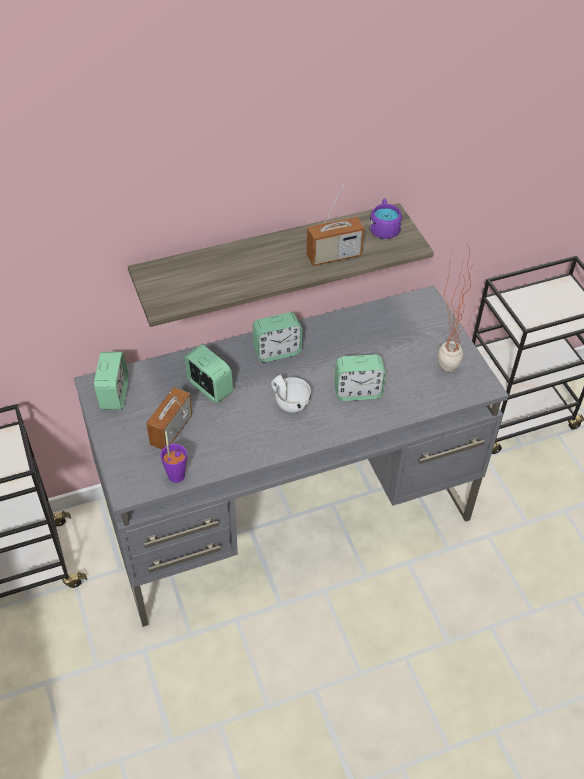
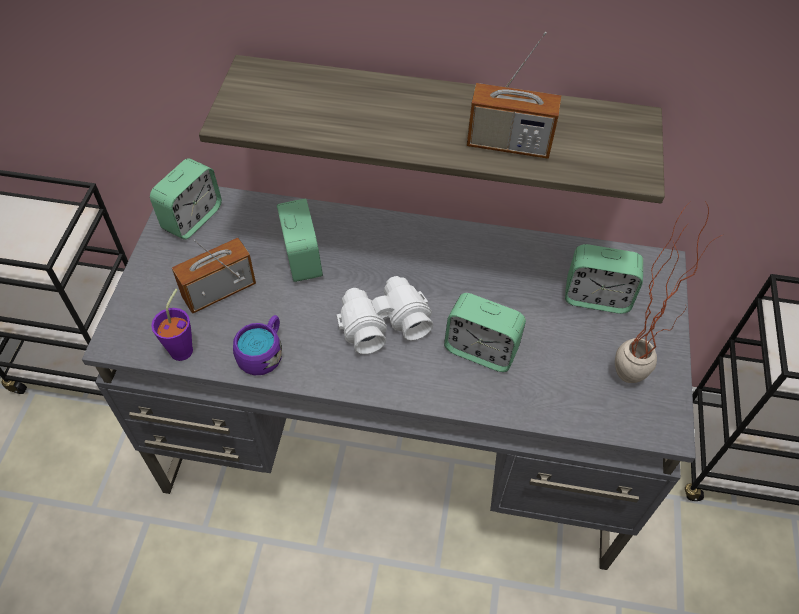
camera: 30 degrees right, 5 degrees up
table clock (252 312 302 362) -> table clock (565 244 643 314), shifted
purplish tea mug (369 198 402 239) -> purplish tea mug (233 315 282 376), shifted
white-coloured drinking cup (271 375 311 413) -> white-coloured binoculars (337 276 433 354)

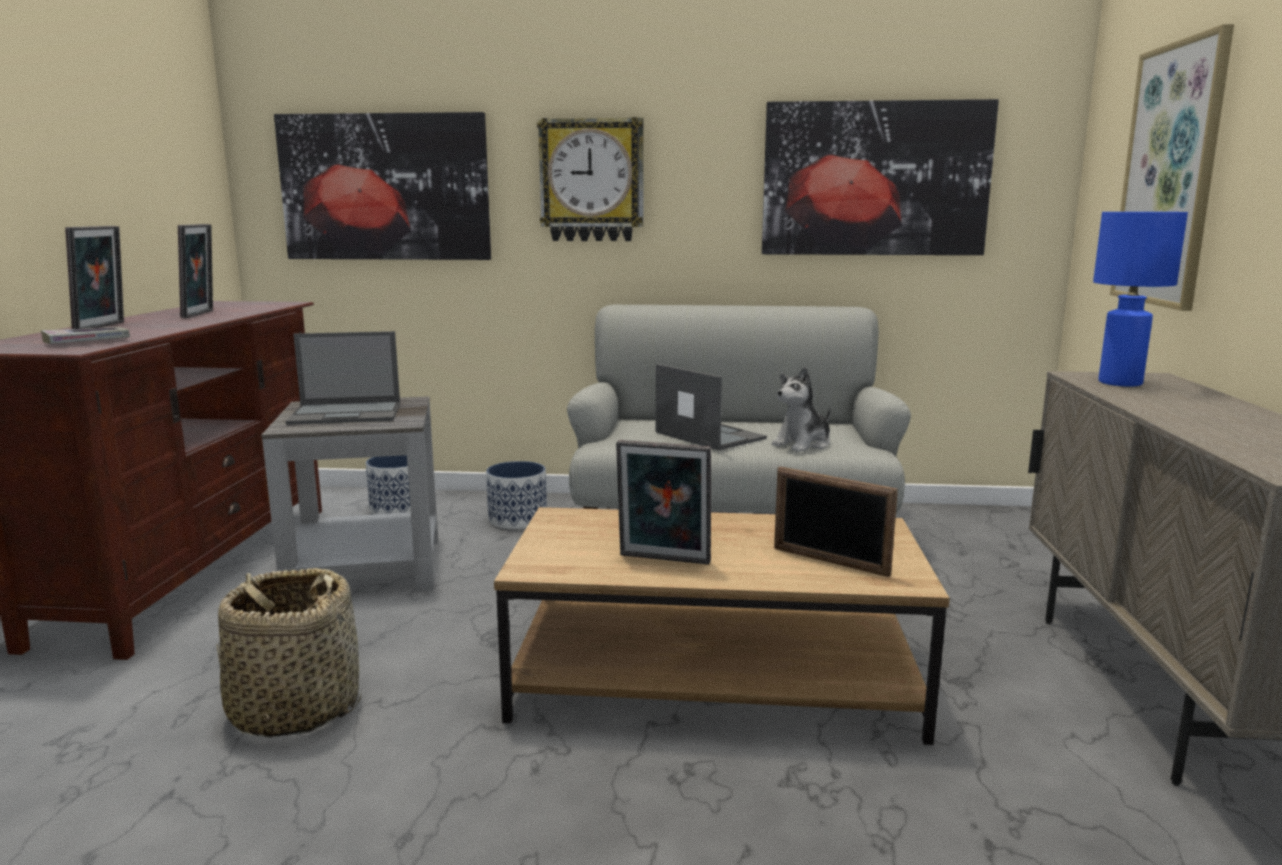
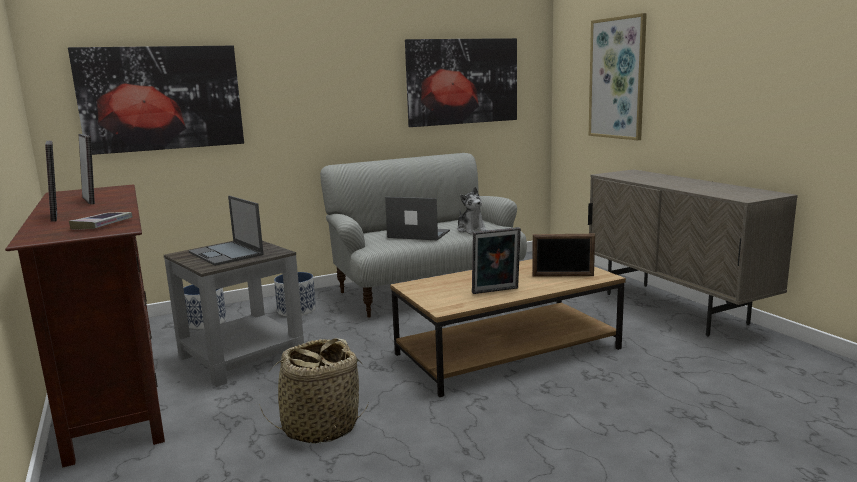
camera: 30 degrees left, 0 degrees up
clock on the wall (537 117 643 241) -> none
blue table lamp (1093 212 1188 387) -> none
notebook computer (286 331 400 425) -> notebook computer (189 196 264 266), 90 degrees clockwise
soft toy (772 367 831 452) -> soft toy (457 187 487 234), 45 degrees counterclockwise

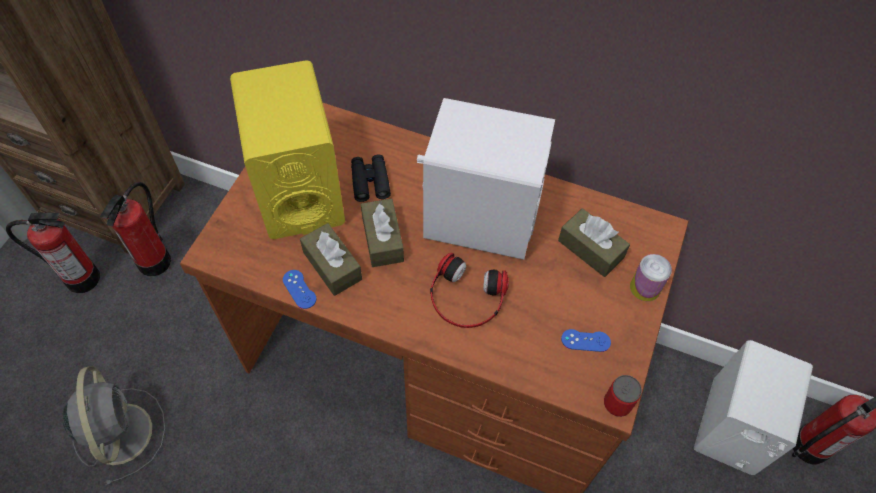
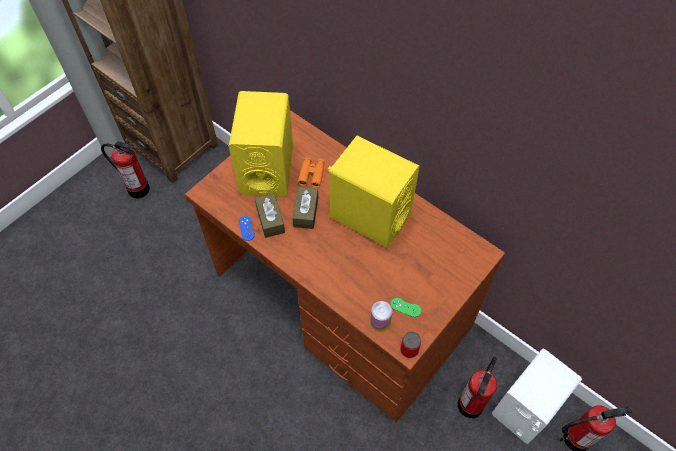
camera: 20 degrees right, 0 degrees up
greyish cooling fan (63 366 165 485) -> none
pair of headphones (430 253 509 328) -> none
brown tissue box (558 208 630 277) -> none
extinguisher (100 182 171 276) -> extinguisher (457 357 497 418), shifted
metal can (630 254 672 301) -> metal can (370 301 393 332), shifted
blackish binoculars (351 154 391 202) -> orange binoculars (298 157 325 188)
white-coloured speaker (417 98 555 260) -> yellow-coloured speaker (328 136 420 248)
blue game controller (561 329 611 352) -> greenish game controller (391 298 421 317)

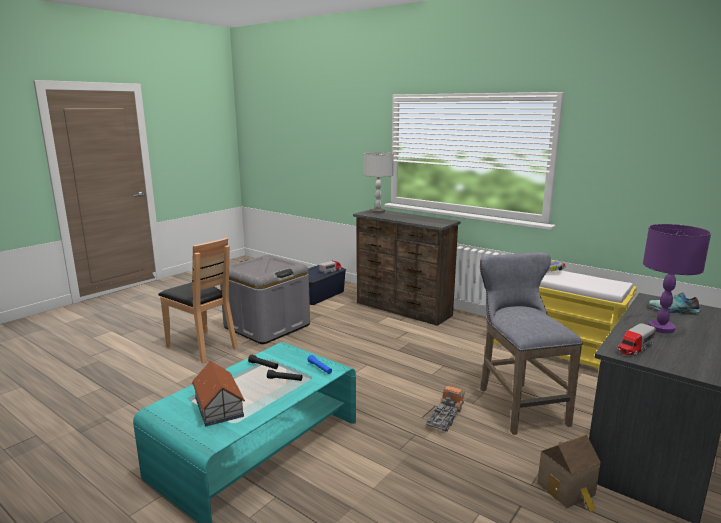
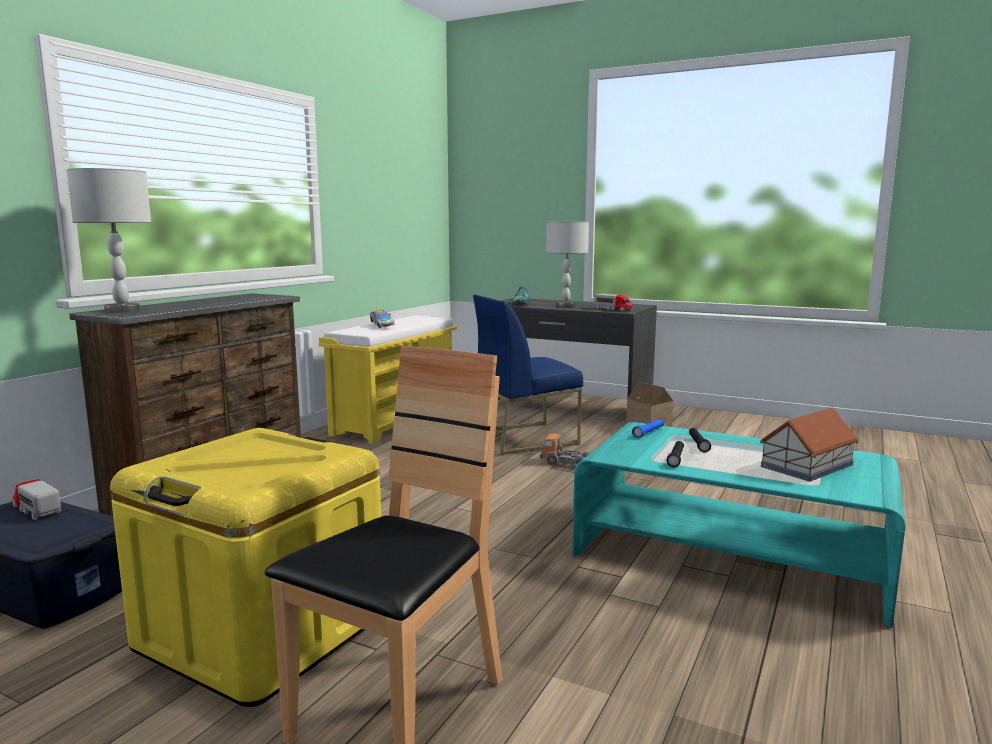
camera: 100 degrees left, 5 degrees down
greyish sitting stool (480 252 583 435) -> blue plain chair (473 295 583 455)
greyish storage box (220 255 310 344) -> yellow-coloured storage box (110 428 381 707)
purplish table lamp (643 224 711 334) -> greyish table lamp (546 222 589 307)

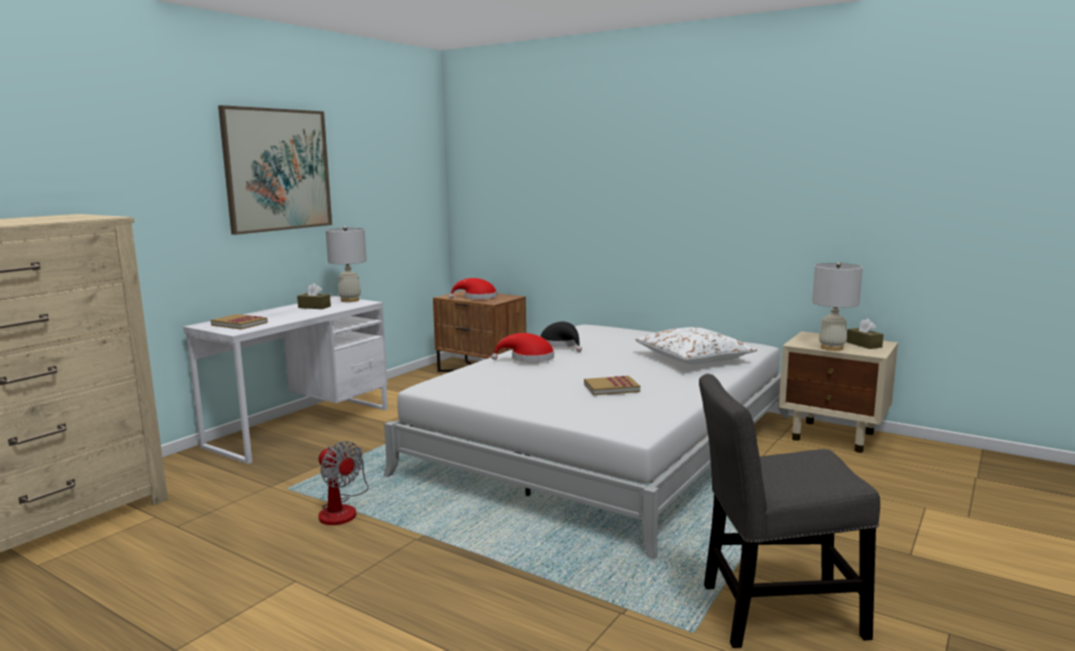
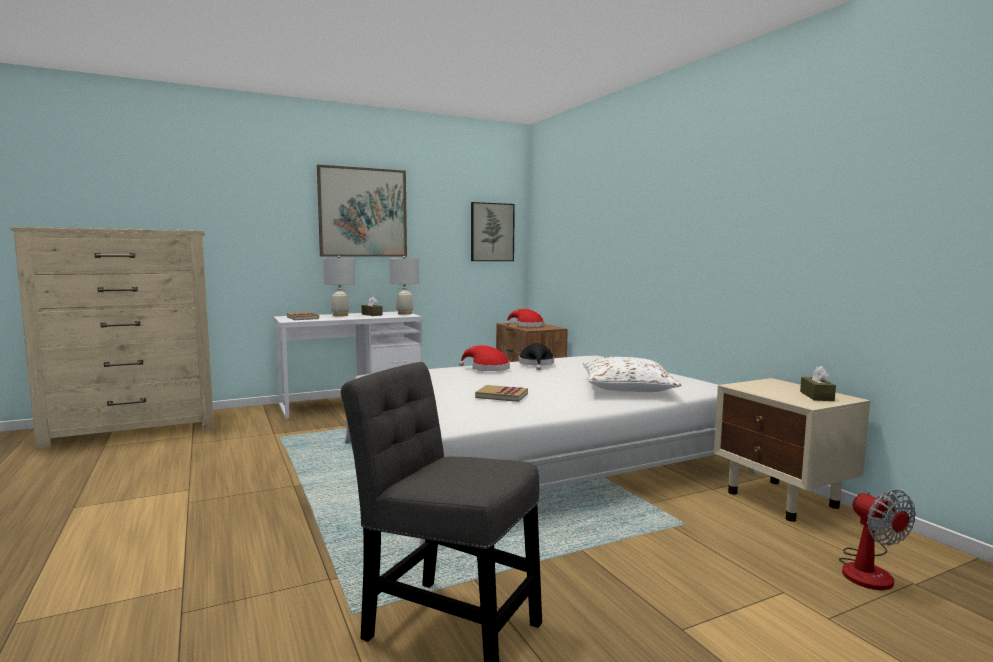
camera: 30 degrees right, 5 degrees down
none -> wall picture (471 202 515 261)
cooling fan (318 441 369 525) -> cooling fan (839 489 916 590), shifted
white-coloured table lamp (812 262 863 351) -> white-coloured table lamp (323 256 355 316), shifted

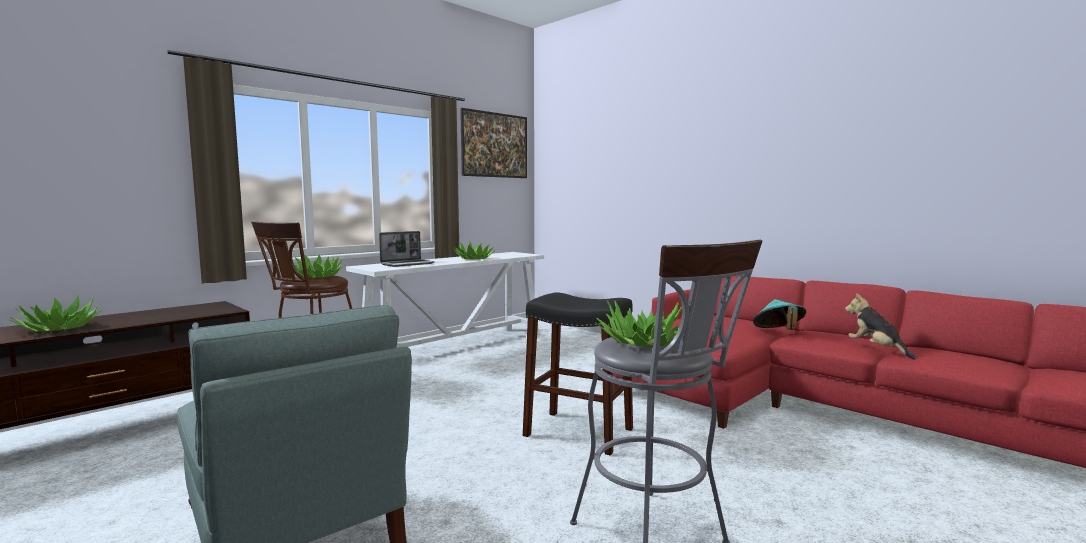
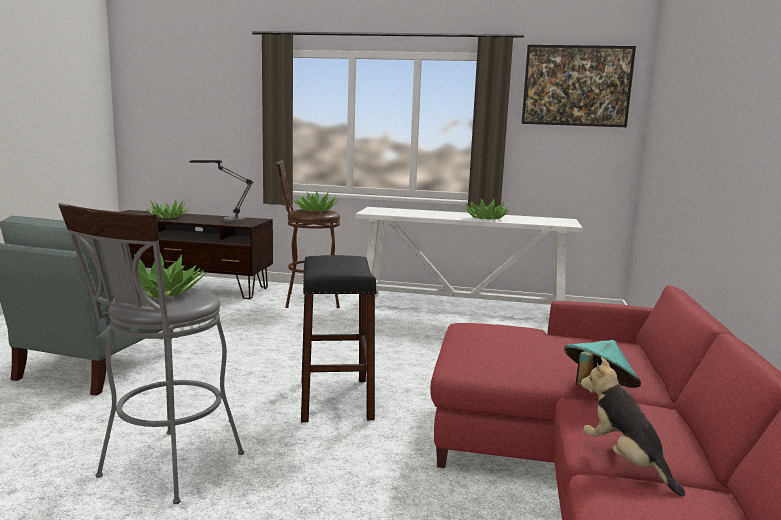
camera: 55 degrees right, 5 degrees up
notebook computer (379 231 435 267) -> none
none -> table lamp (189 160 253 222)
soft toy (845 294 916 359) -> soft toy (581 357 685 496), 60 degrees counterclockwise

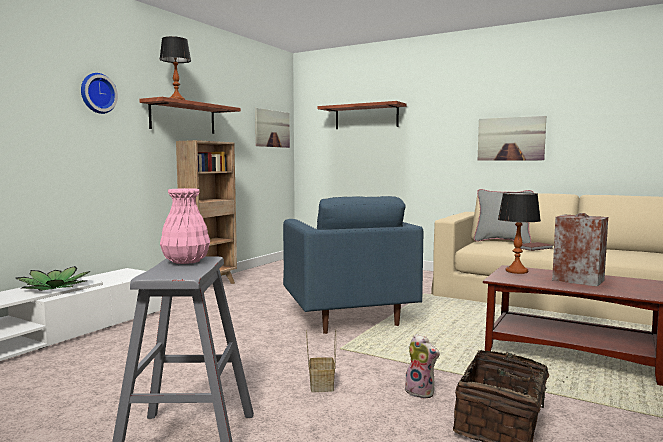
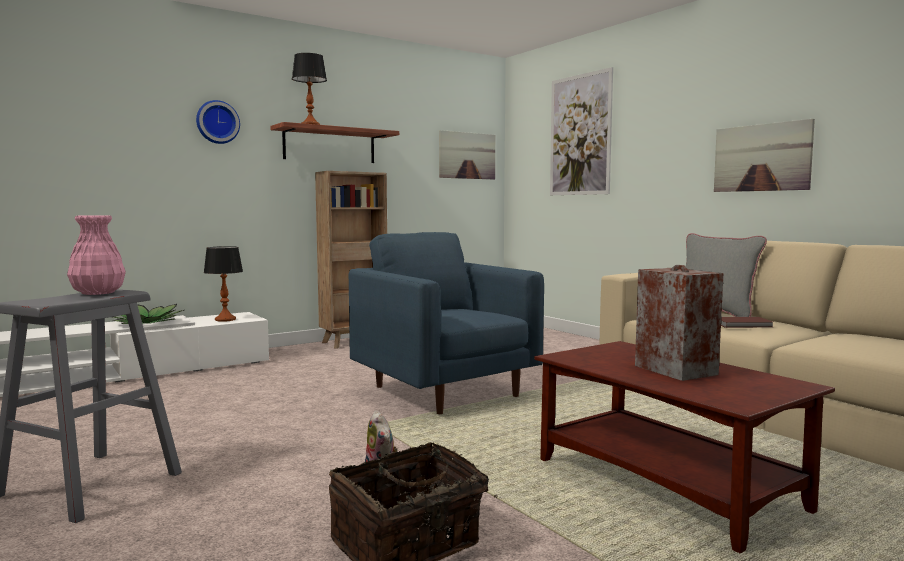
camera: 25 degrees right, 0 degrees up
basket (306 329 336 392) -> none
table lamp (498 192 541 274) -> table lamp (204 246 243 322), shifted
wall shelf (317 101 407 129) -> wall picture (550 67 613 195)
blue easy chair (283 196 423 334) -> blue easy chair (349 232 544 414), 135 degrees clockwise

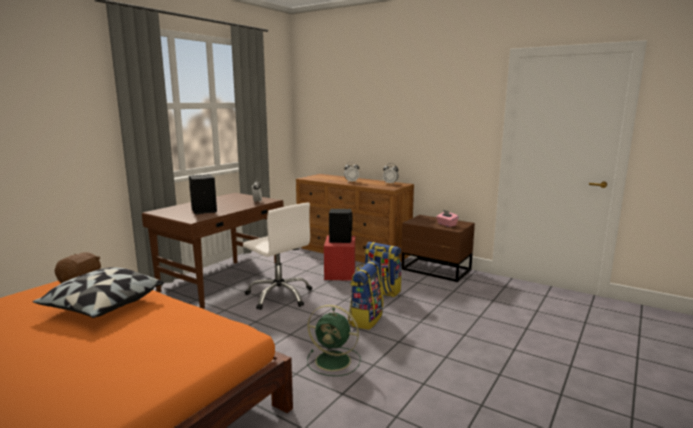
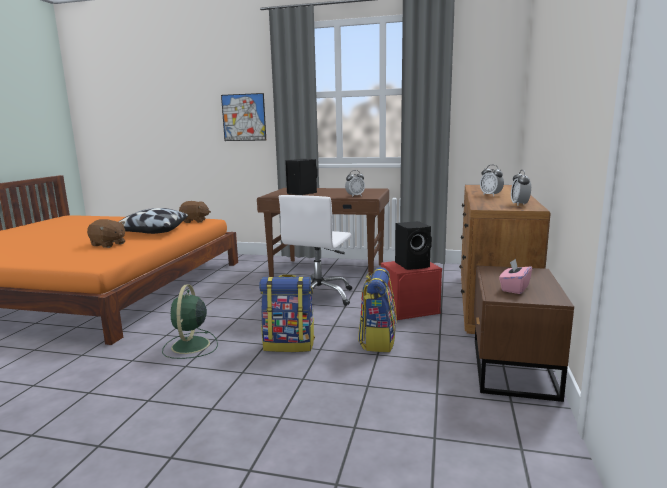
camera: 70 degrees right, 0 degrees up
none -> brown soft toy (87 219 125 248)
none -> wall picture (221 93 266 141)

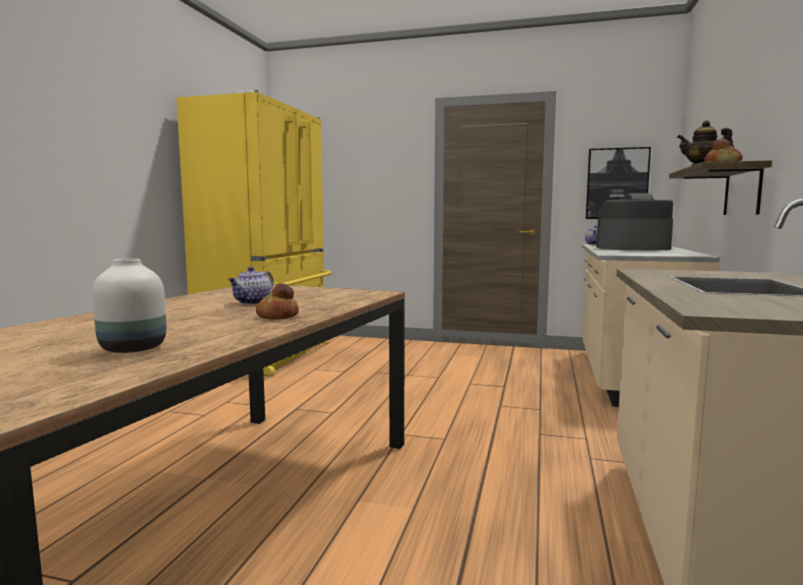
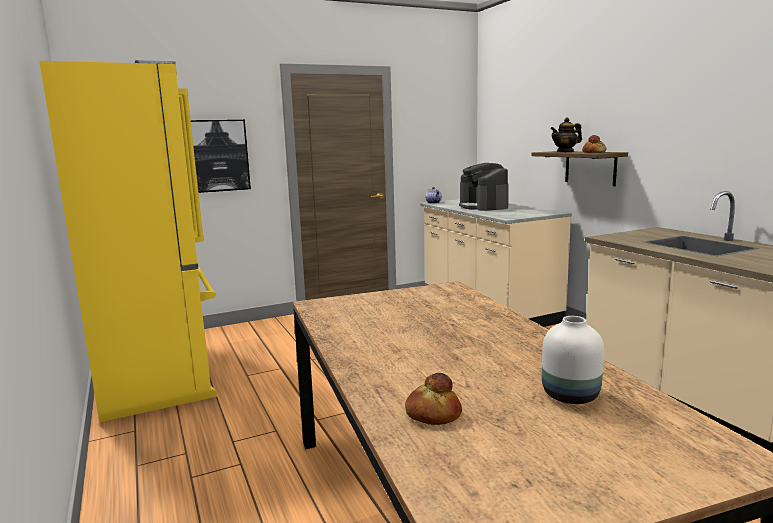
camera: 40 degrees left, 5 degrees up
pot for tea (228 267 274 304) -> none
bakery bread (256 283 299 320) -> bakery bread (405 373 462 425), shifted
wall picture (586 147 651 219) -> wall picture (191 120 251 193), shifted
coffee machine (596 193 673 250) -> coffee machine (459 163 509 211), 75 degrees counterclockwise

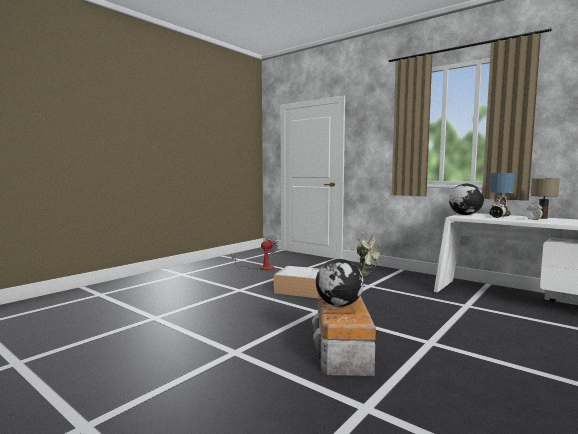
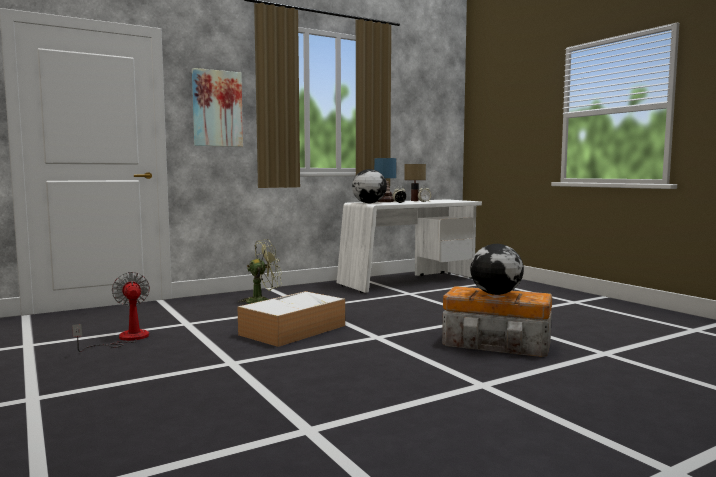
camera: 70 degrees left, 0 degrees up
none -> wall picture (192 68 243 147)

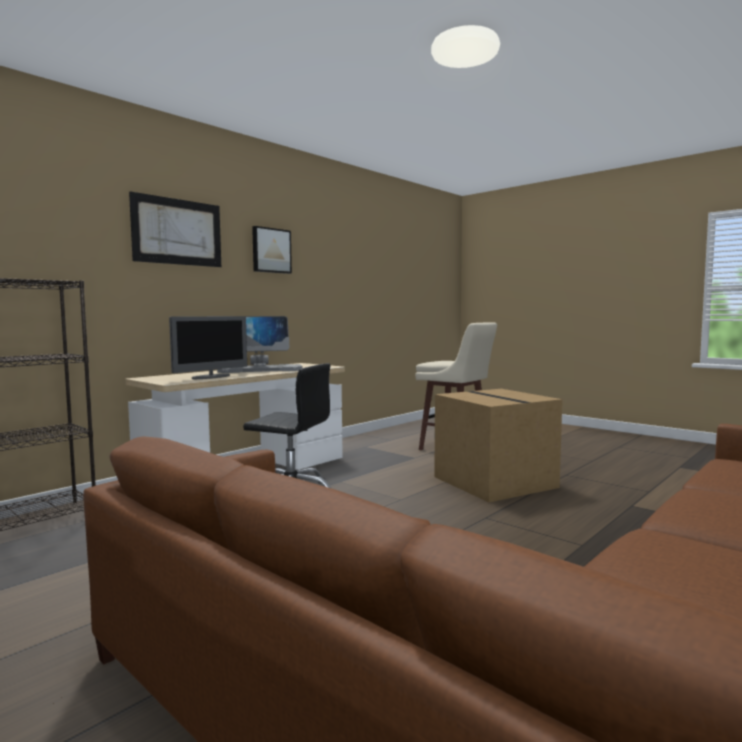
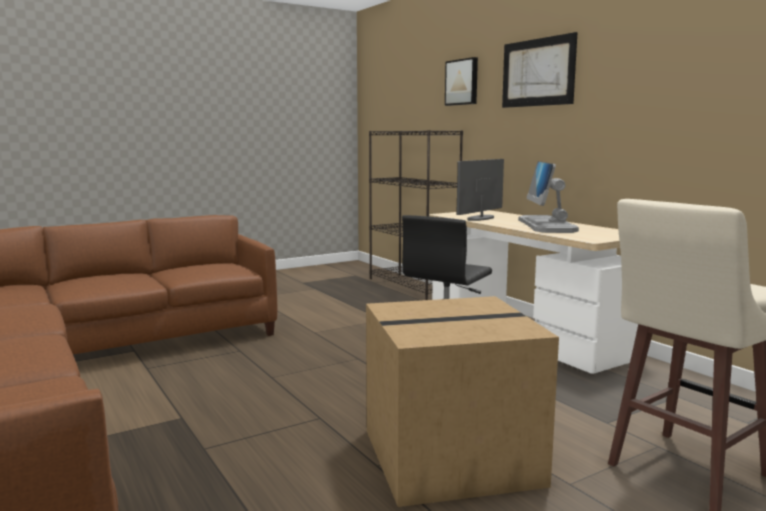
camera: 105 degrees right, 5 degrees up
wall picture (252 226 292 274) -> wall picture (445 57 478 106), shifted
computer display (169 316 247 379) -> computer display (456 159 504 221), 75 degrees clockwise

